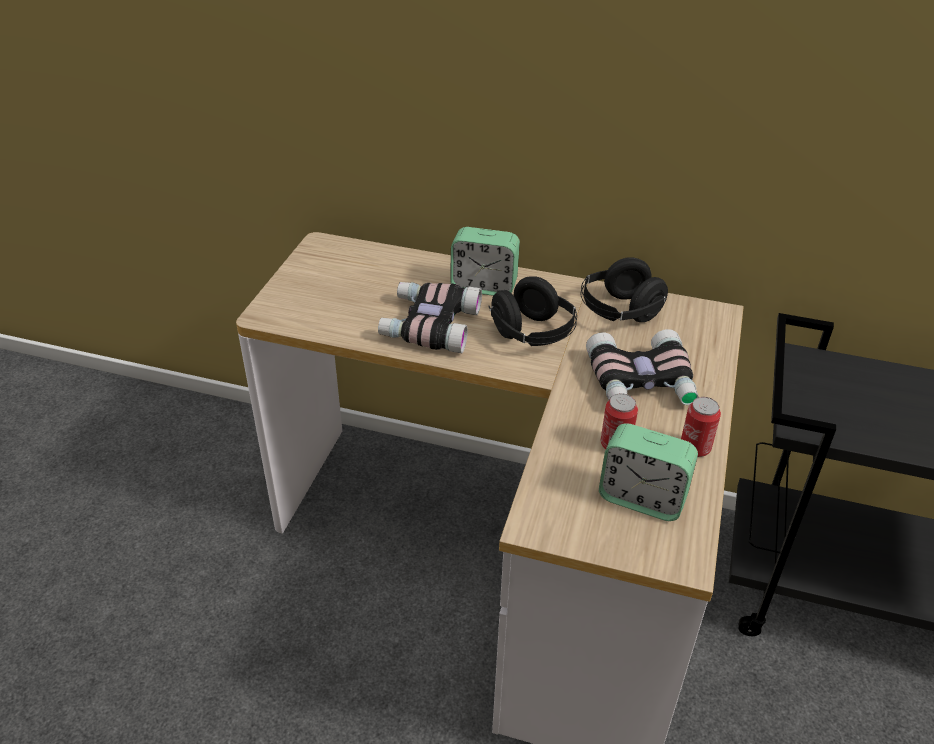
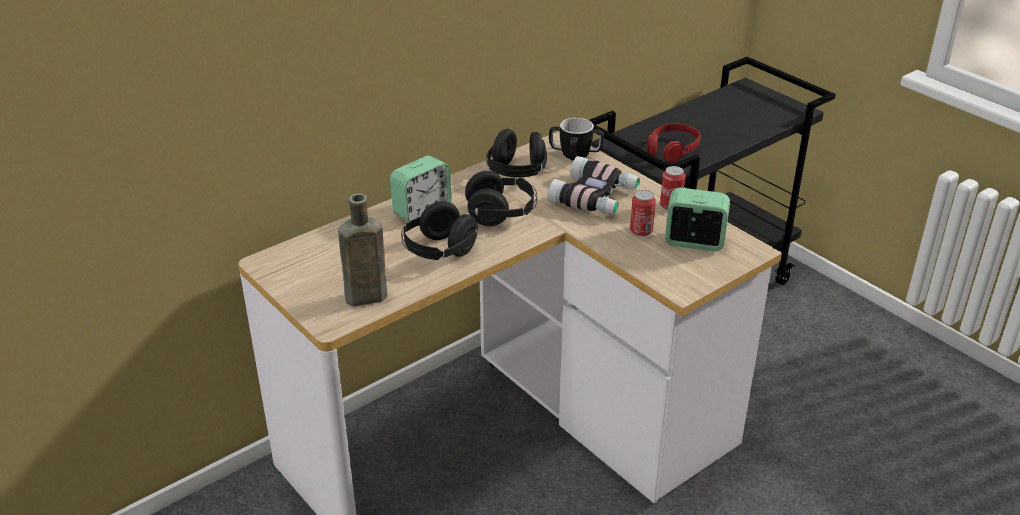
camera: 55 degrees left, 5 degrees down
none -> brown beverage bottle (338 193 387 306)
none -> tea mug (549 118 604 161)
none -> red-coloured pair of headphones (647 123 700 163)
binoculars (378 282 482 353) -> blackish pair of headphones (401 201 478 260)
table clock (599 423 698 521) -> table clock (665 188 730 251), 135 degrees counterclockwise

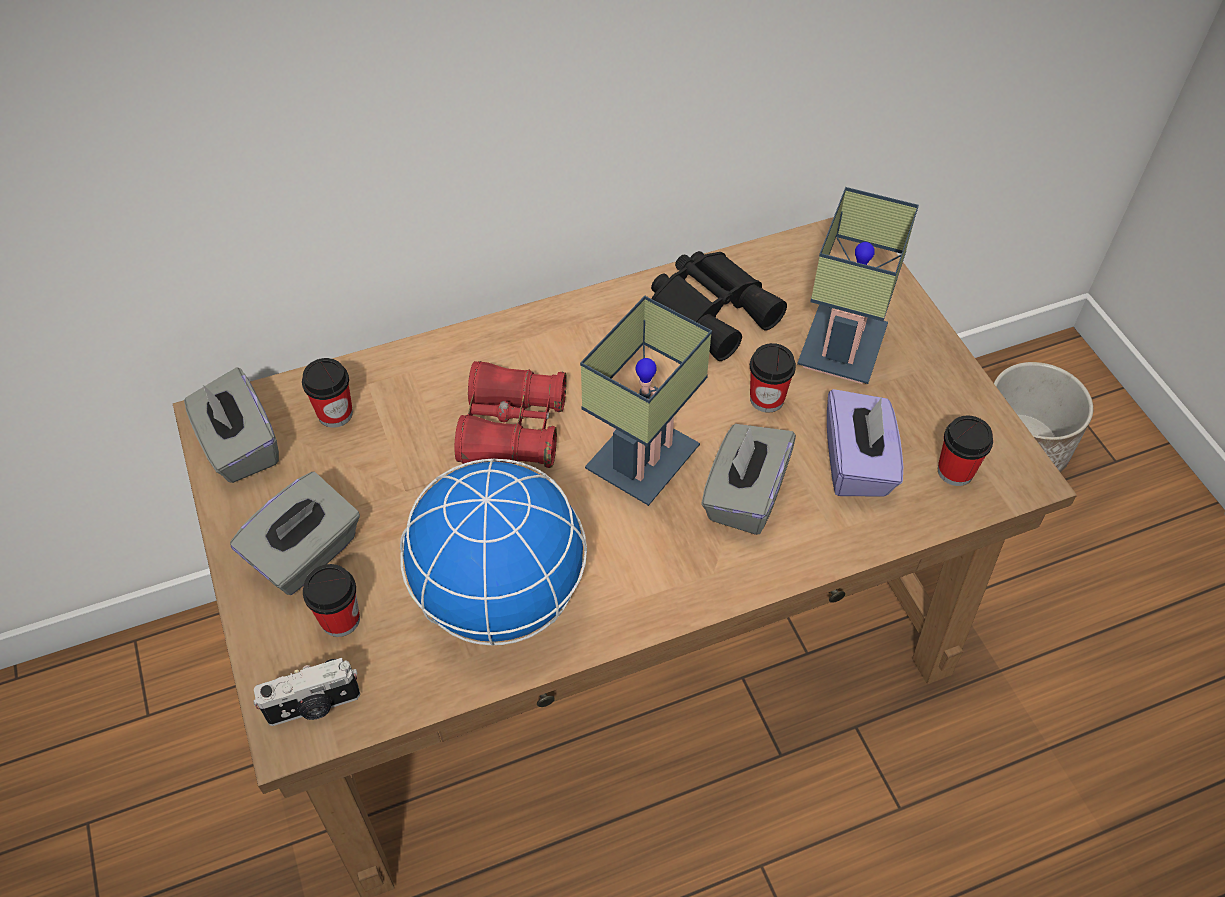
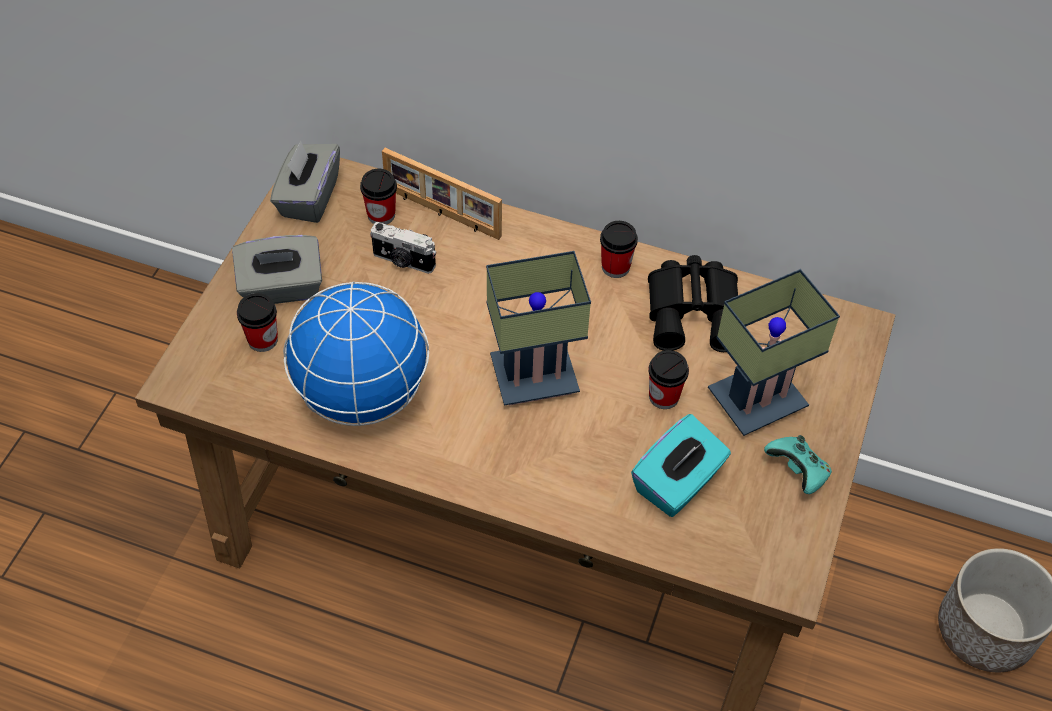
camera: 40 degrees right, 0 degrees up
red-coloured binoculars (454 361 567 468) -> none
greyish tissue box (701 424 796 535) -> none
none -> picture frame (382 148 502 240)
none -> turquoise-coloured game controller (764 435 832 494)
still camera (253 658 360 726) -> still camera (370 222 436 274), shifted
drinking cup (938 415 993 486) -> drinking cup (600 221 638 278), shifted
purplish tissue box (827 389 903 497) -> turquoise-coloured tissue box (631 414 731 517)

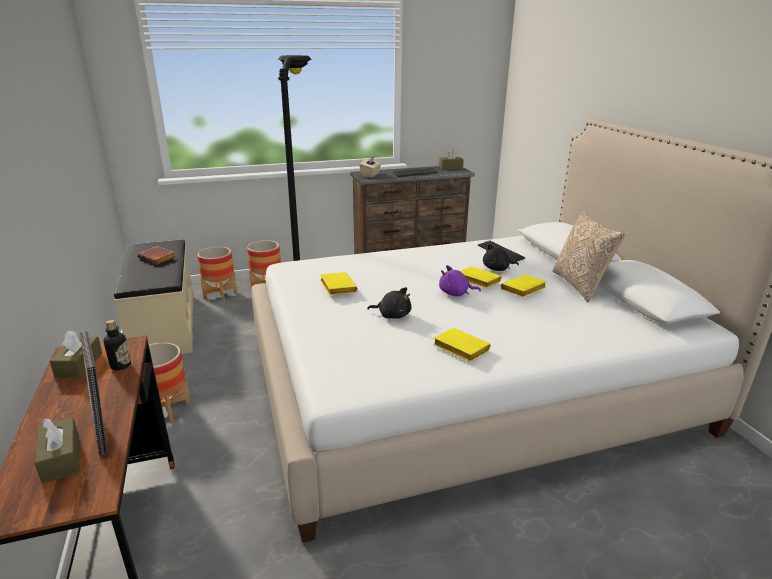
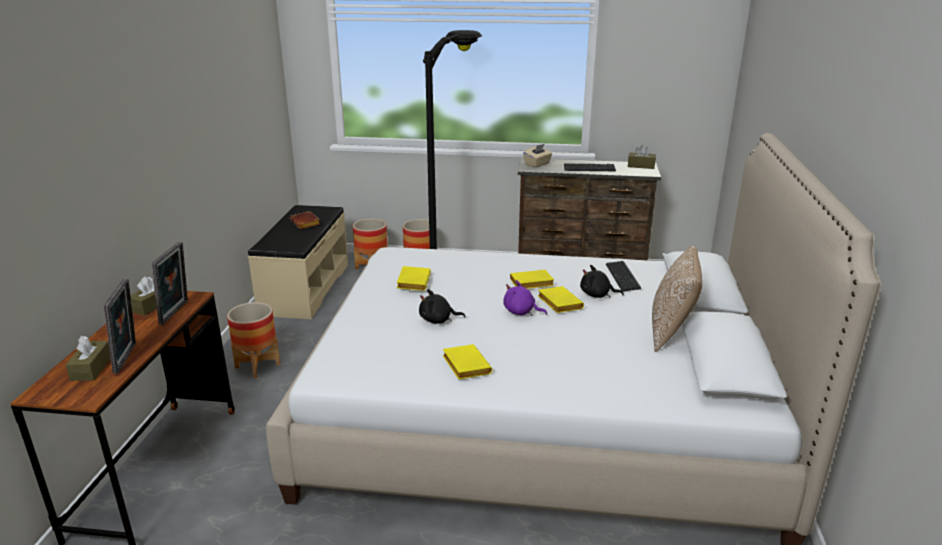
camera: 25 degrees right, 0 degrees up
yellow-coloured bound book (501 274 547 297) -> yellow-coloured bound book (510 270 554 289), shifted
beverage bottle (104 320 131 370) -> picture frame (152 242 188 325)
blackish soft toy (367 287 411 319) -> blackish soft toy (419 289 465 324), 135 degrees clockwise

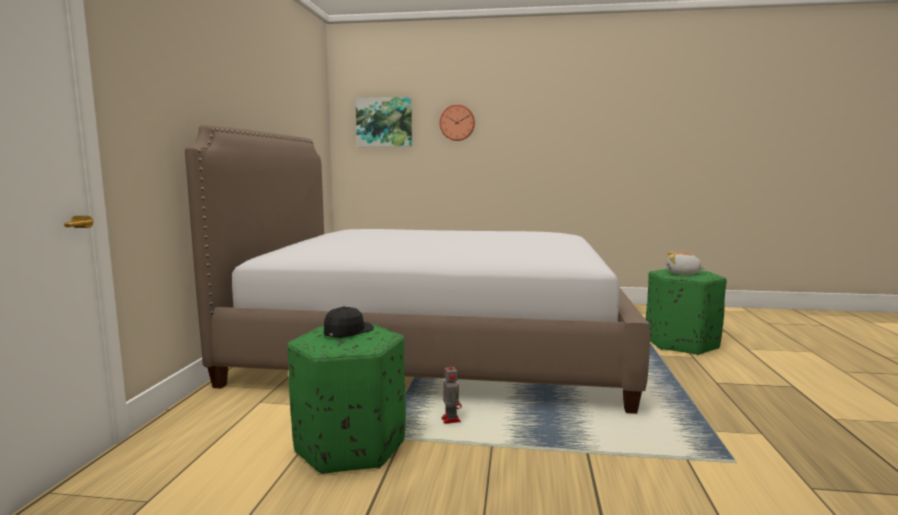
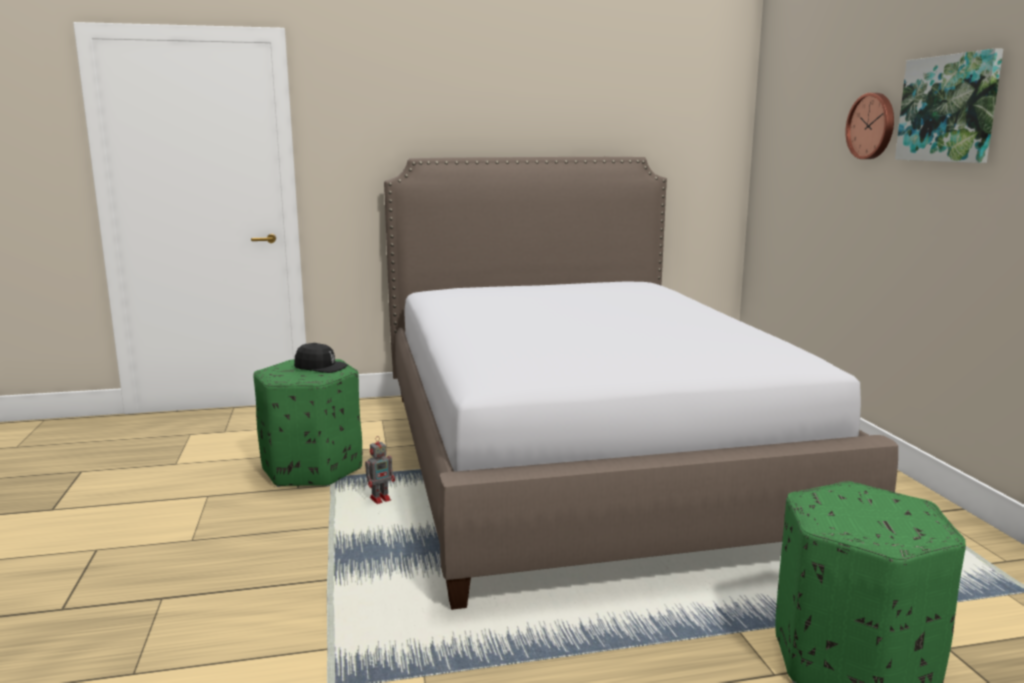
camera: 70 degrees right, 5 degrees up
soft toy (667 251 706 274) -> none
wall picture (356 97 412 147) -> wall picture (895 48 1003 163), shifted

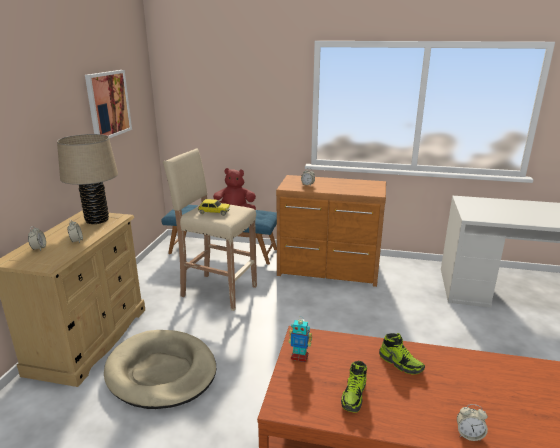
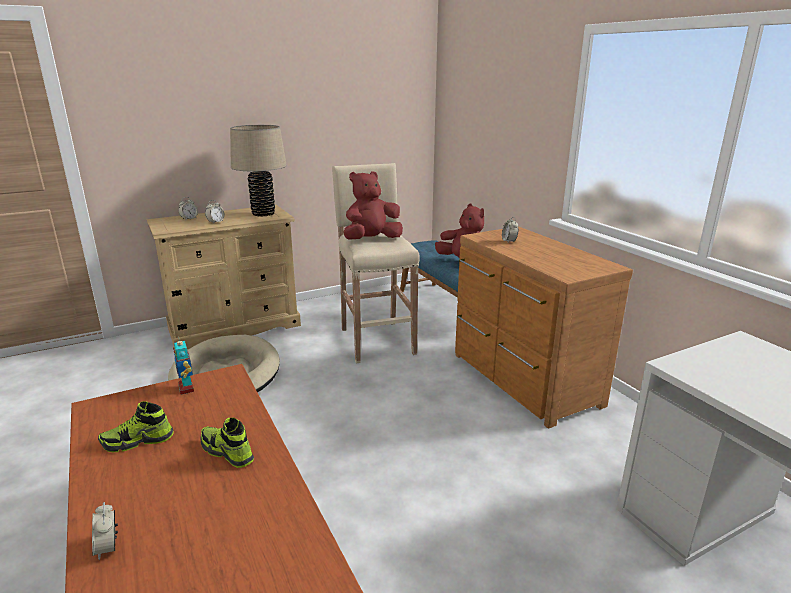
camera: 50 degrees right, 0 degrees up
wall picture (85 70 132 138) -> none
miniature car (198 199 230 216) -> red-coloured soft toy (344 171 403 240)
low shoe (379 333 425 375) -> low shoe (201 418 254 468), 120 degrees clockwise

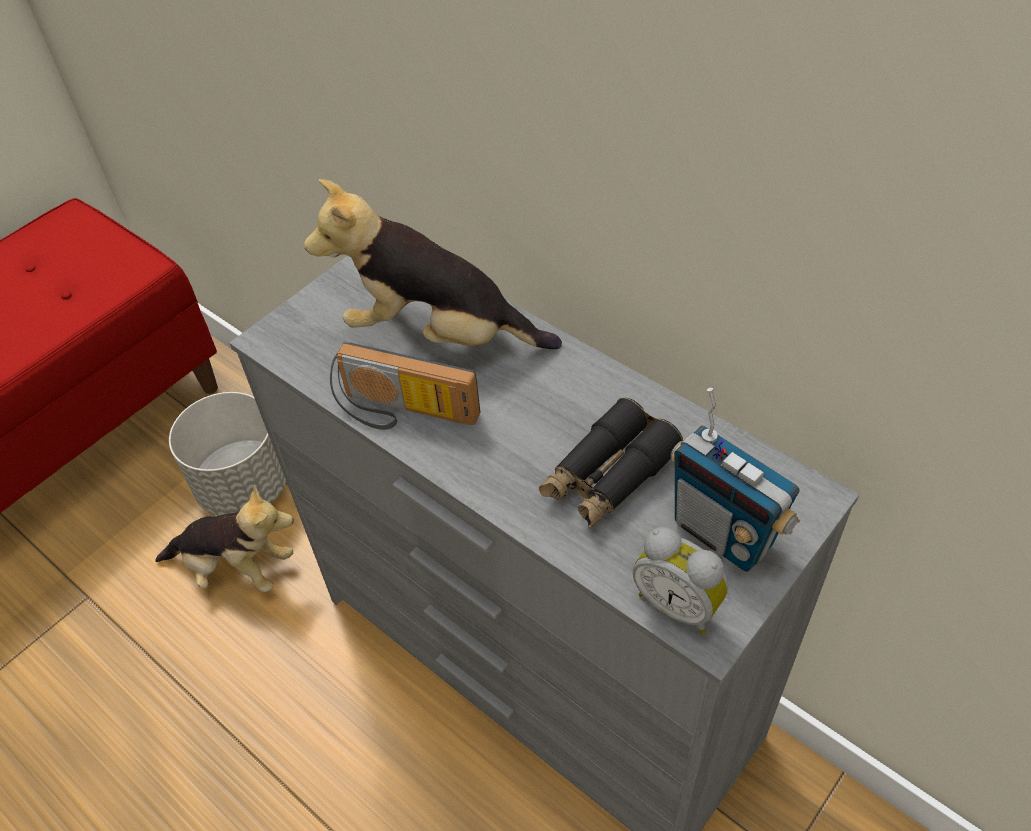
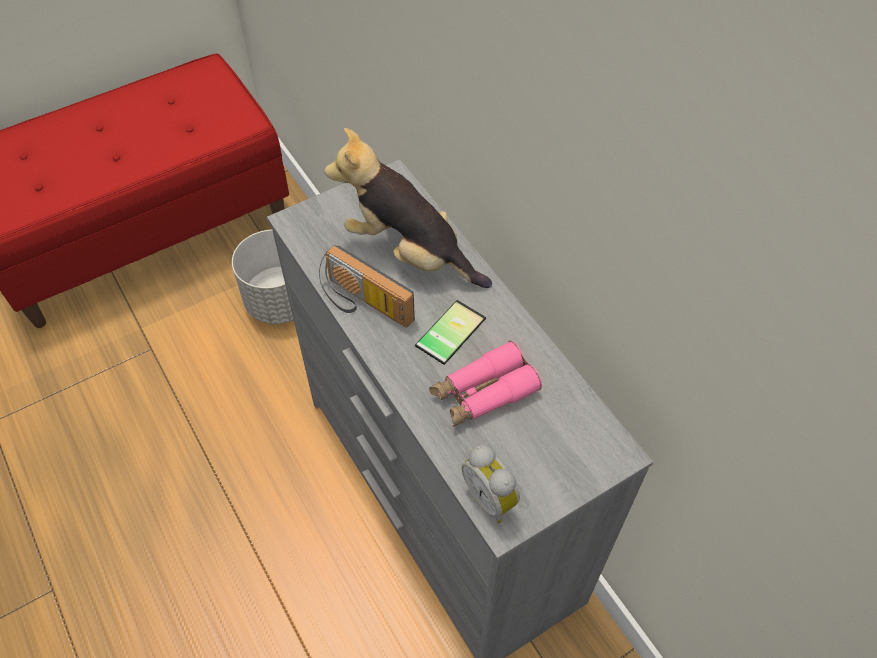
camera: 15 degrees right, 5 degrees up
soft toy (155 485 294 592) -> none
radio set (670 388 800 572) -> none
none -> phone (415 300 486 365)
blackish binoculars (539 398 683 529) -> pink-coloured binoculars (429 341 542 427)

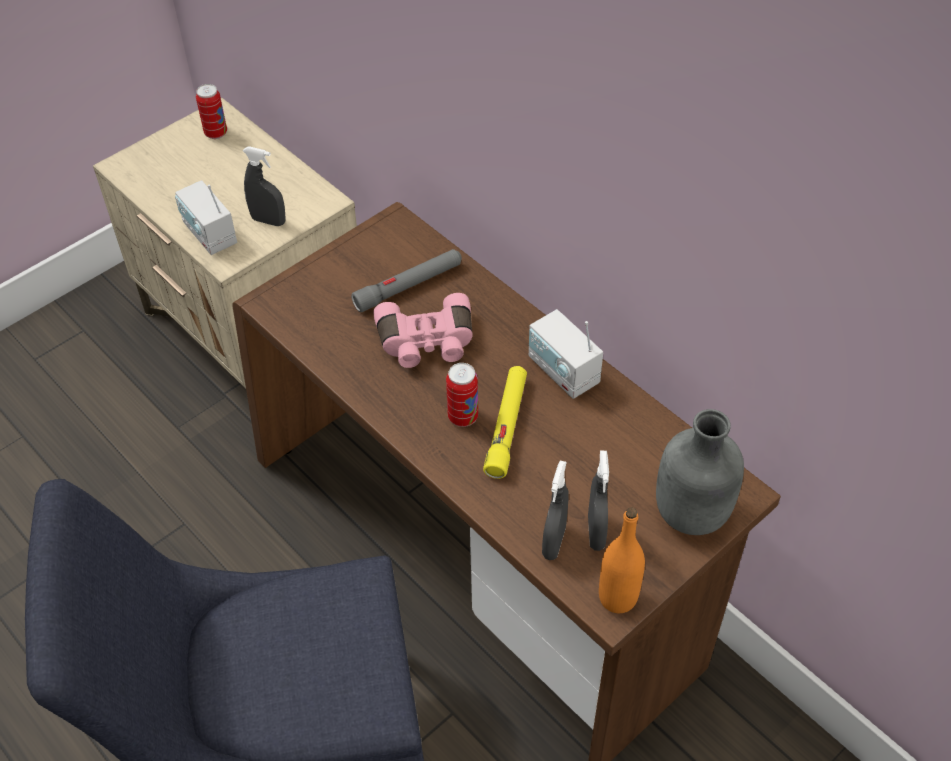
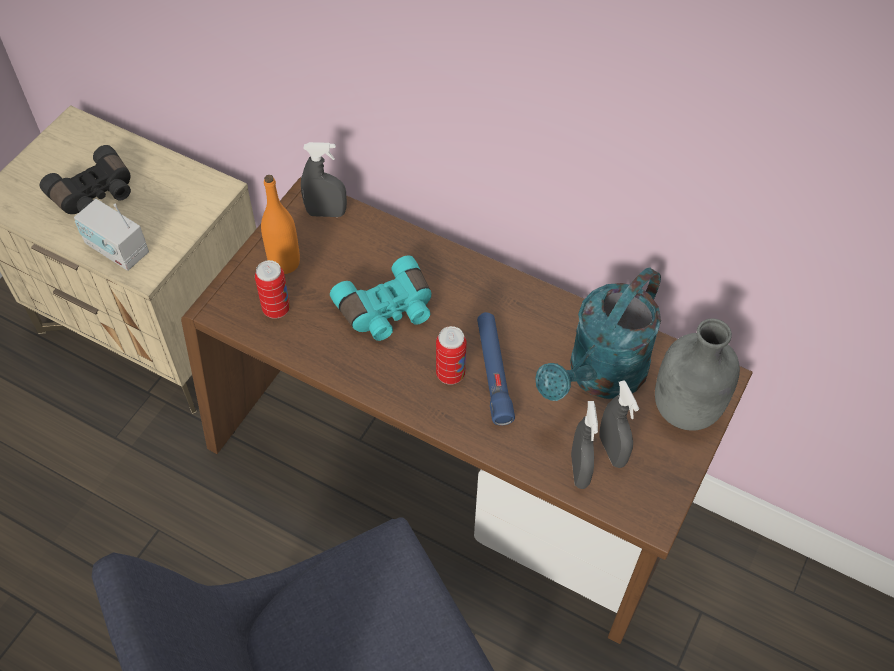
camera: 20 degrees left, 5 degrees up
greyish hand torch (351 249 462 312) -> none
radio set (529 309 603 399) -> none
none -> blackish binoculars (40 145 131 214)
none -> turquoise-coloured sprinkling can (535 267 661 401)
metal can (196 84 227 139) -> metal can (255 260 290 319), shifted
greyish hand sprayer (243 146 285 226) -> greyish hand sprayer (301 142 347 217), shifted
orange beverage bottle (599 508 645 613) -> orange beverage bottle (261 175 300 274), shifted
pink-coloured binoculars (373 293 473 368) -> turquoise-coloured binoculars (330 255 431 341)
yellow-coloured hand torch (483 366 527 479) -> blue hand torch (477 312 515 425)

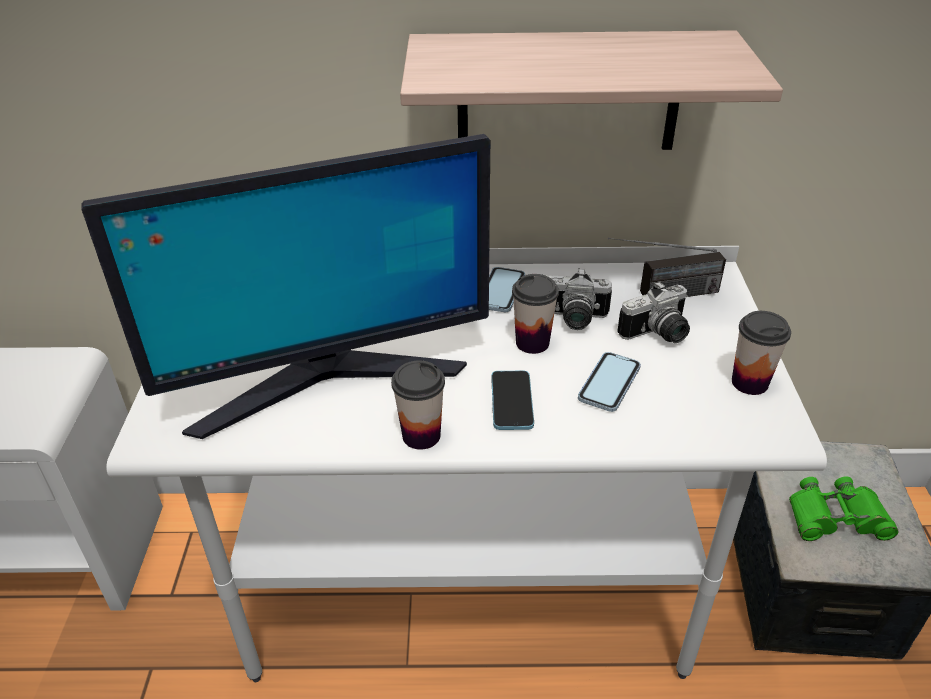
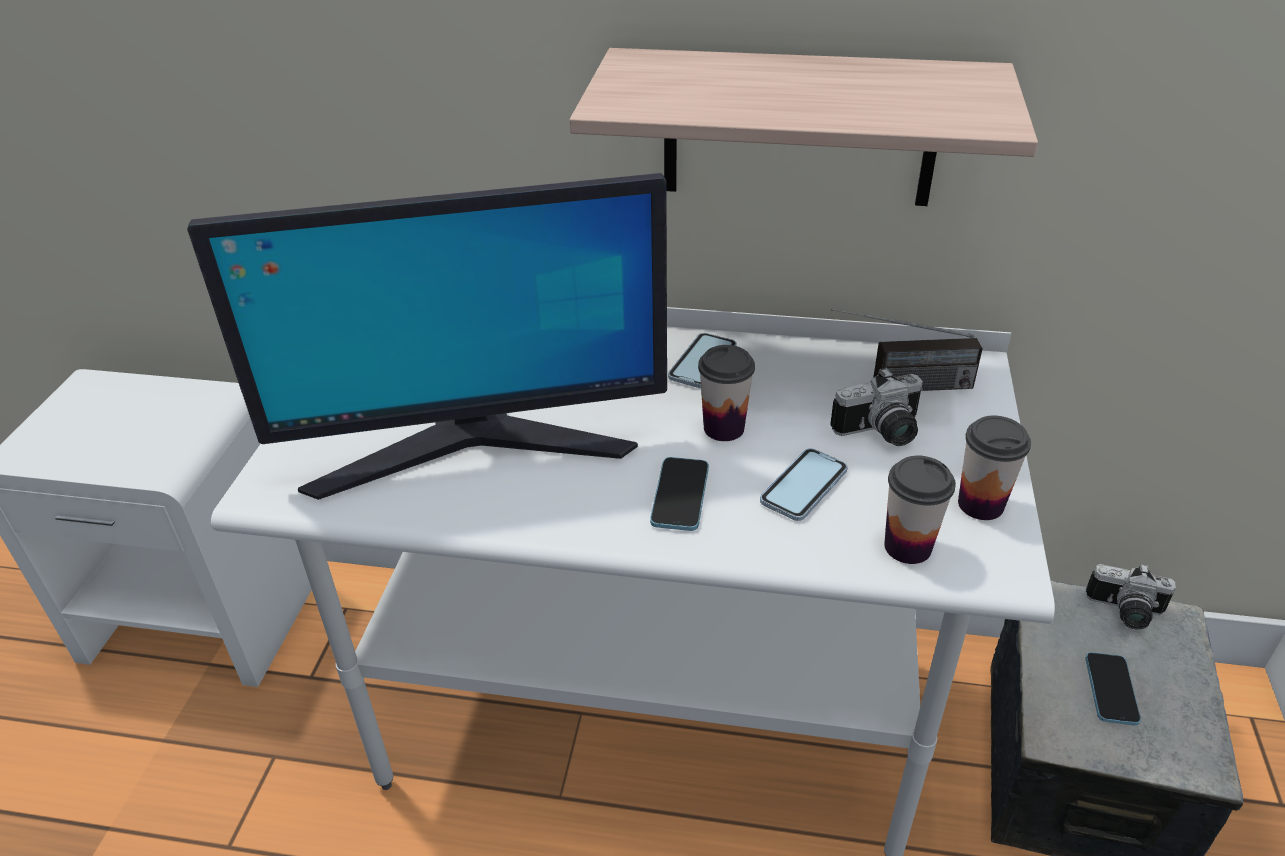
camera: 10 degrees right, 0 degrees up
drinking cup (391 360 445 450) -> drinking cup (884 456 956 564), shifted
still camera (545 268 612 330) -> still camera (1086 564 1176 629), shifted
greenish binoculars (789 476 899 541) -> phone (1085 652 1141 725)

